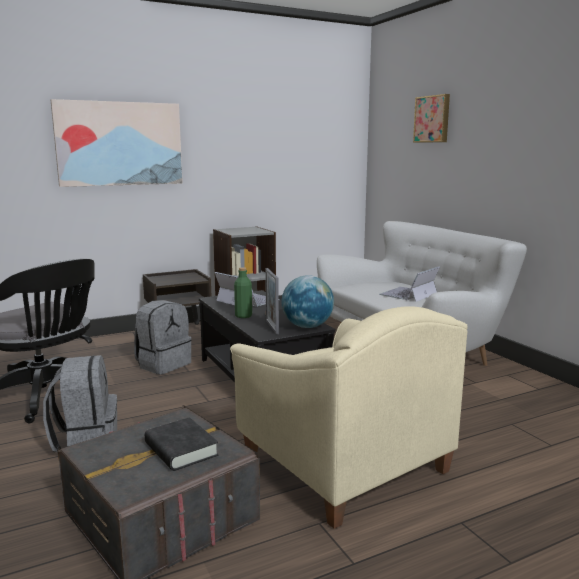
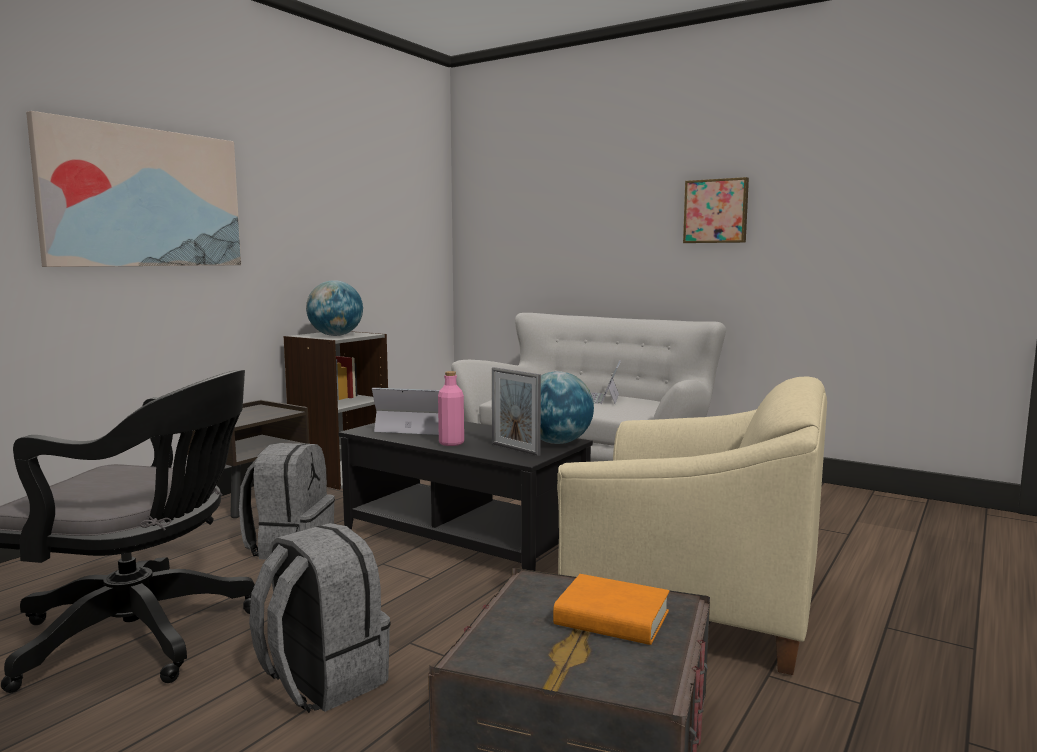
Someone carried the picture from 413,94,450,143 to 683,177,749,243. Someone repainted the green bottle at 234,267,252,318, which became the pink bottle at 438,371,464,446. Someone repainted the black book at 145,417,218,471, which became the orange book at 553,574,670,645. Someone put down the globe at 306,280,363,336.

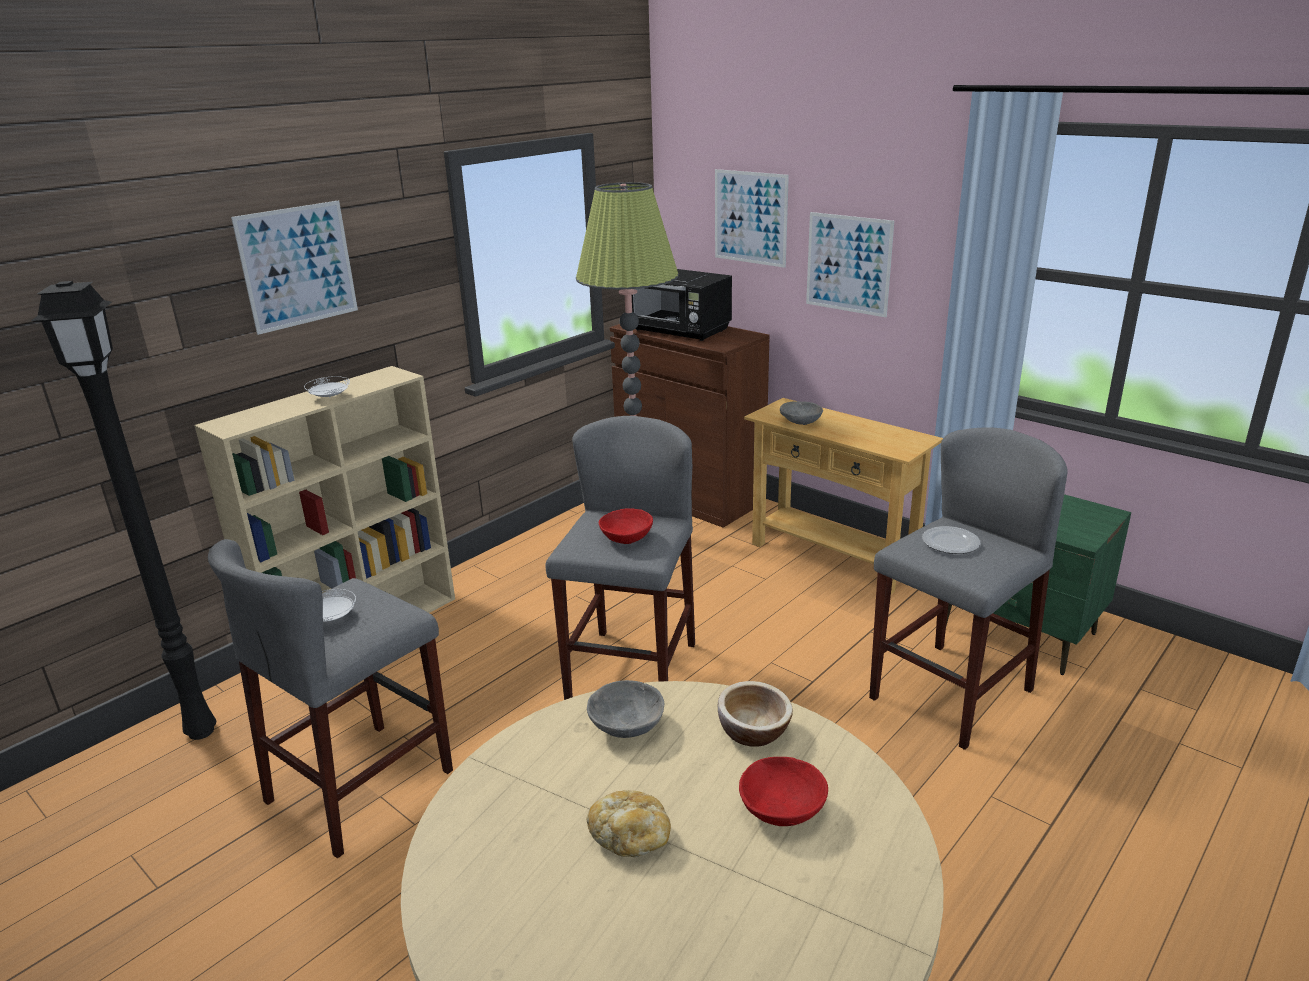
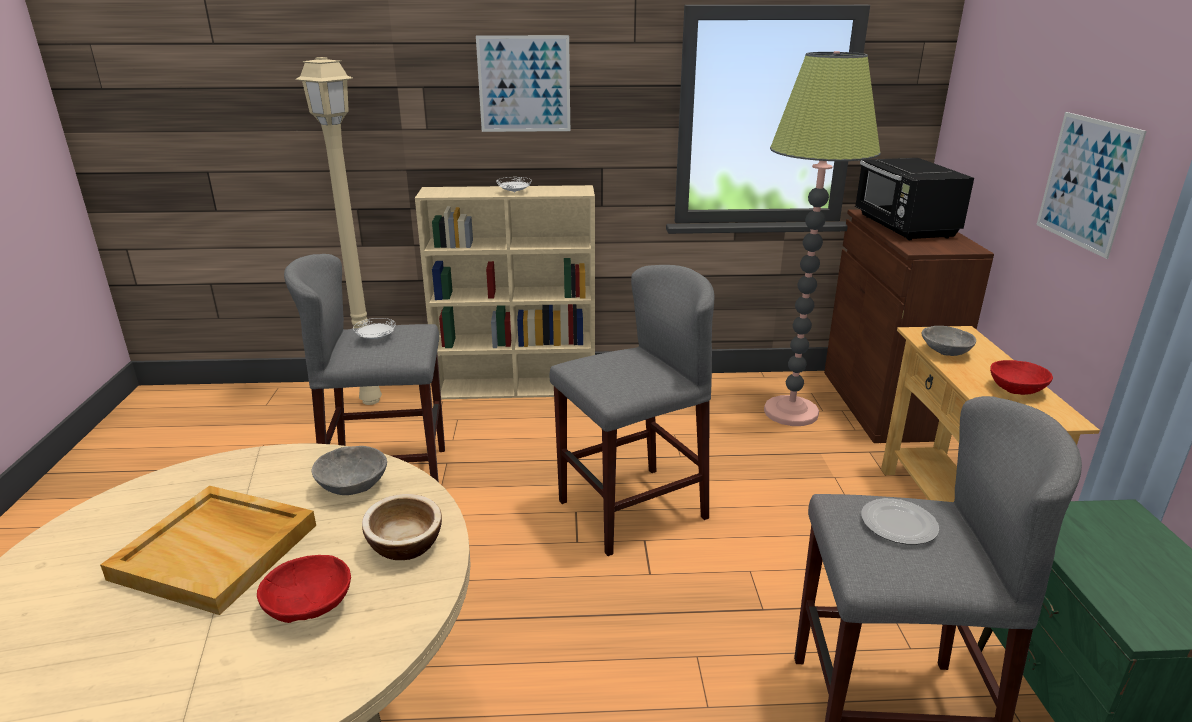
Someone took away the picture at 715,169,789,268. Someone repainted the black floor lamp at 32,281,216,740, which became the beige floor lamp at 296,57,382,405. Someone carried the red bowl from 599,508,653,544 to 990,360,1053,395. Someone swapped the bread at 586,790,671,857 for the beige tray at 100,486,316,615.

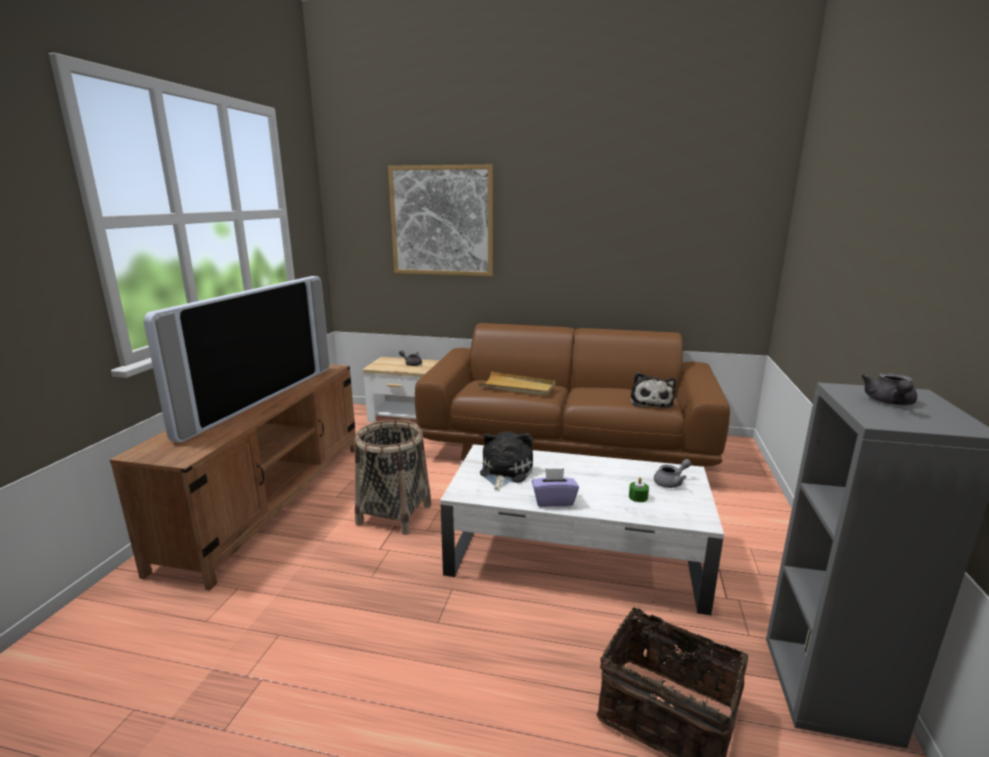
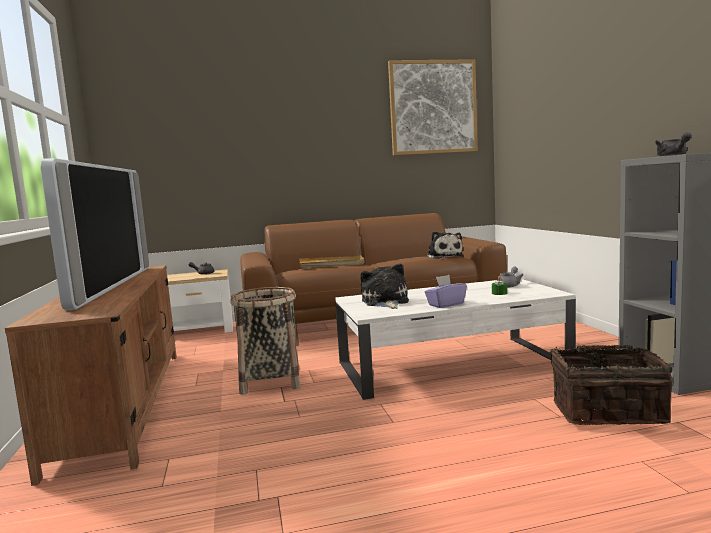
Someone carried the picture from 388,165,493,276 to 388,59,478,155.

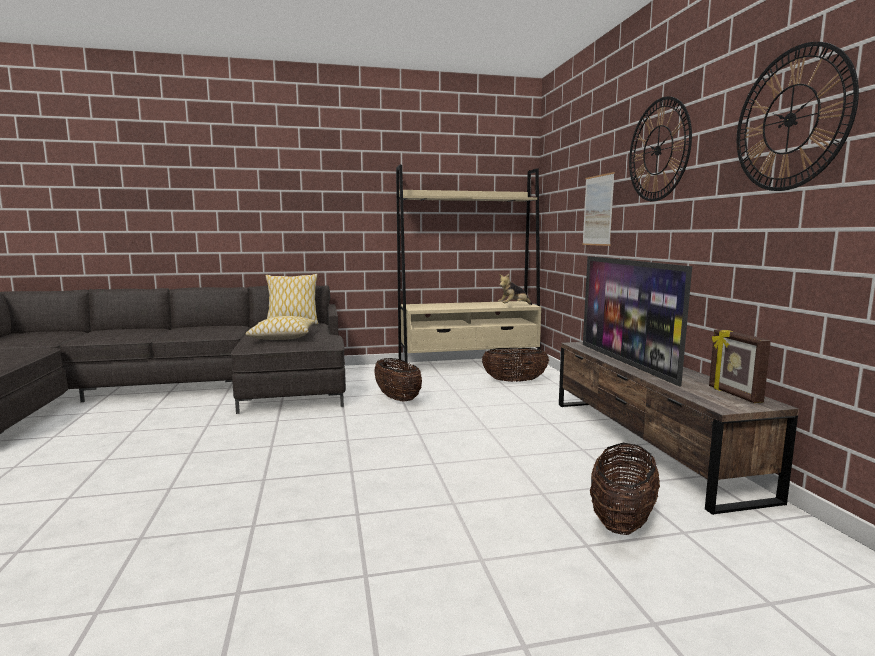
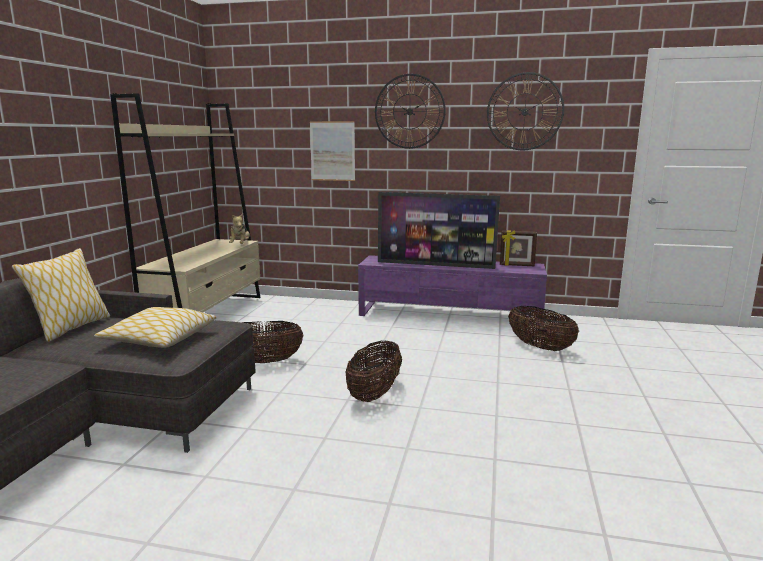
Someone repainted the brown tv stand at 559,342,799,515, which became the purple tv stand at 358,255,547,323. Someone carried the basket from 482,348,549,382 to 345,341,402,402.

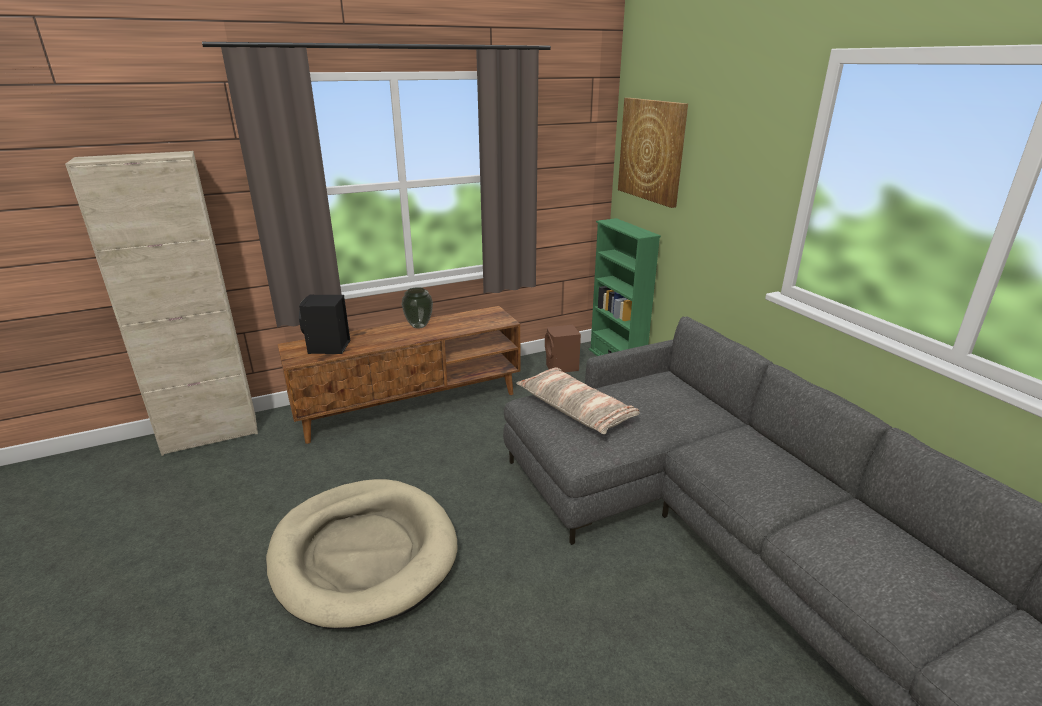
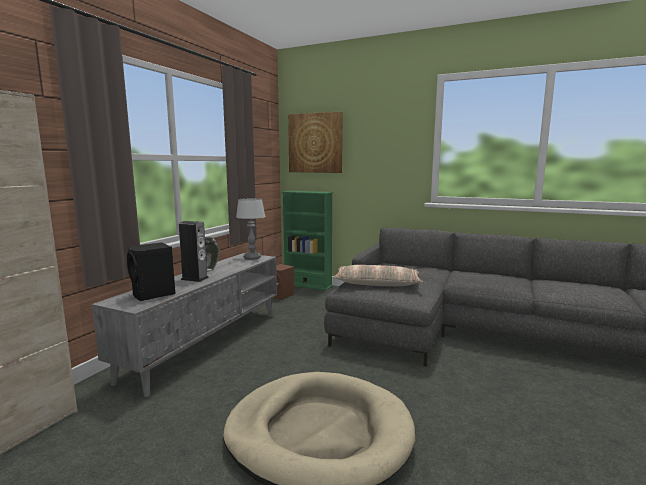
Someone repainted the brown tv stand at 278,306,520,444, which became the grey tv stand at 92,253,277,397. Someone put down the table lamp at 236,198,265,260. Someone put down the speaker at 179,221,209,282.

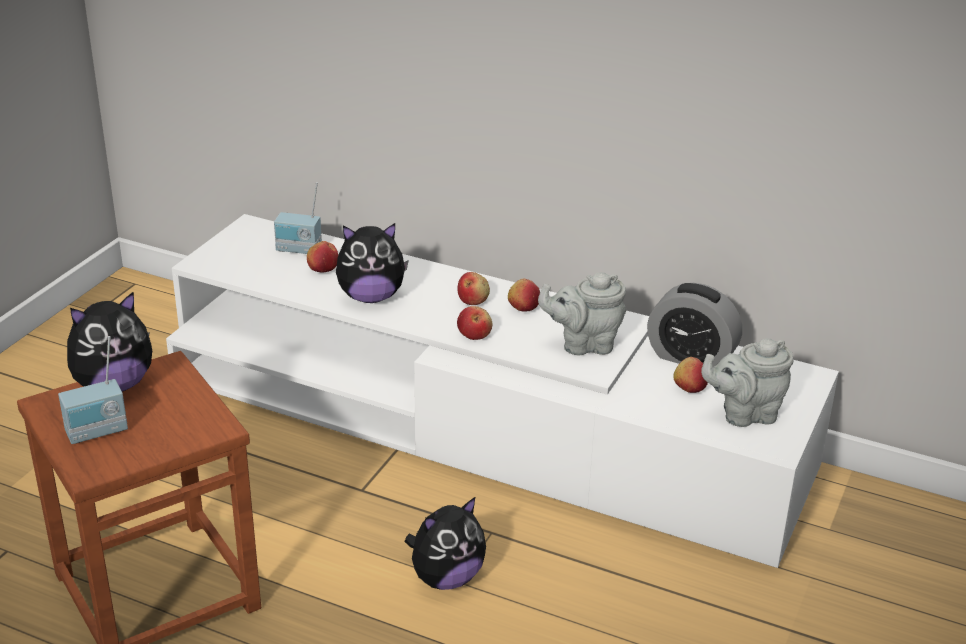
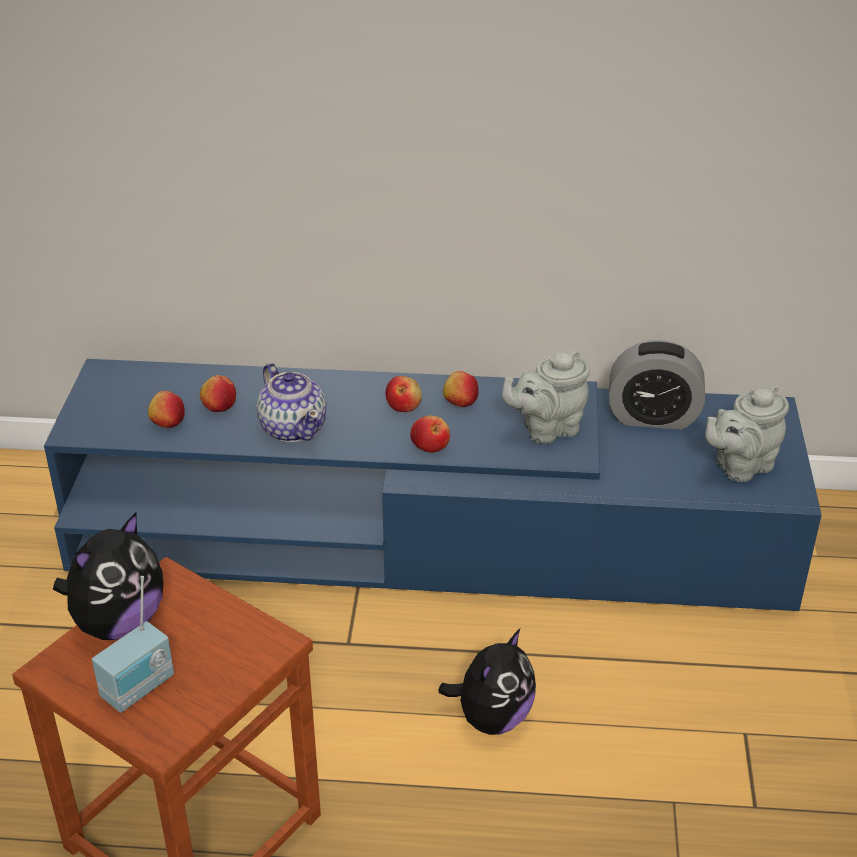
Someone took away the radio at 274,182,322,254. Someone repainted the white tv stand at 166,214,839,568, which became the blue tv stand at 44,359,821,611. Someone swapped the plush toy at 336,223,409,303 for the teapot at 257,363,327,442. Someone carried the apple from 673,357,708,393 to 148,391,185,428.

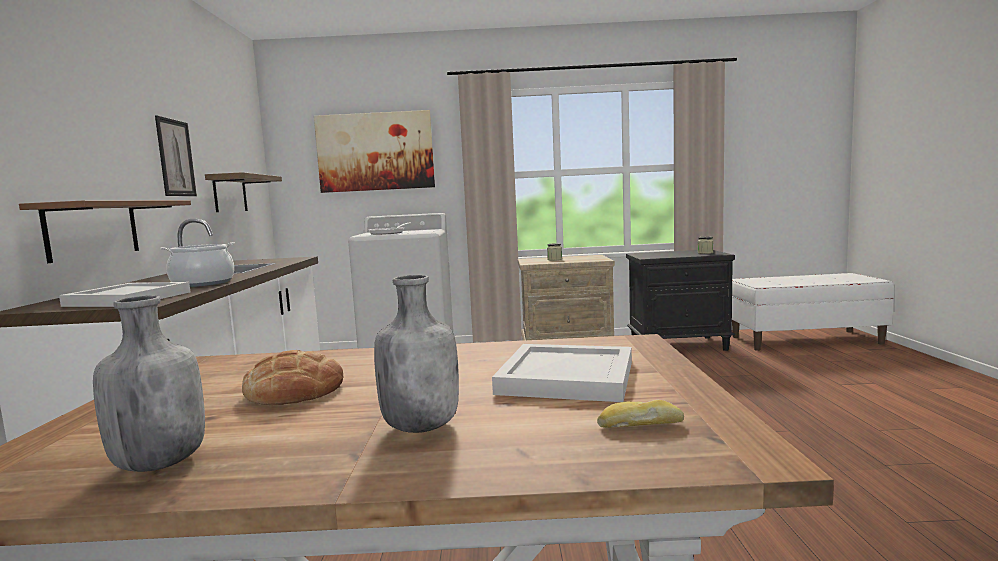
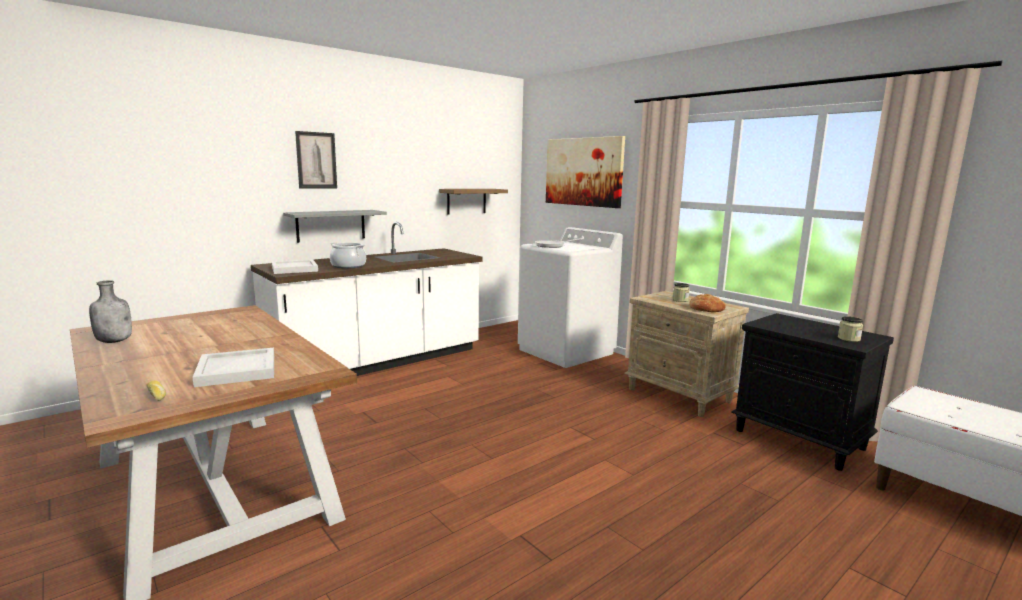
Someone carried the picture from 155,115,197,196 to 295,131,337,189. Someone repainted the brown shelf at 19,200,191,263, which became the grey shelf at 283,210,387,243. Someone took away the grey bottle at 374,275,459,433. Someone carried the bread from 242,350,344,405 to 689,294,726,312.

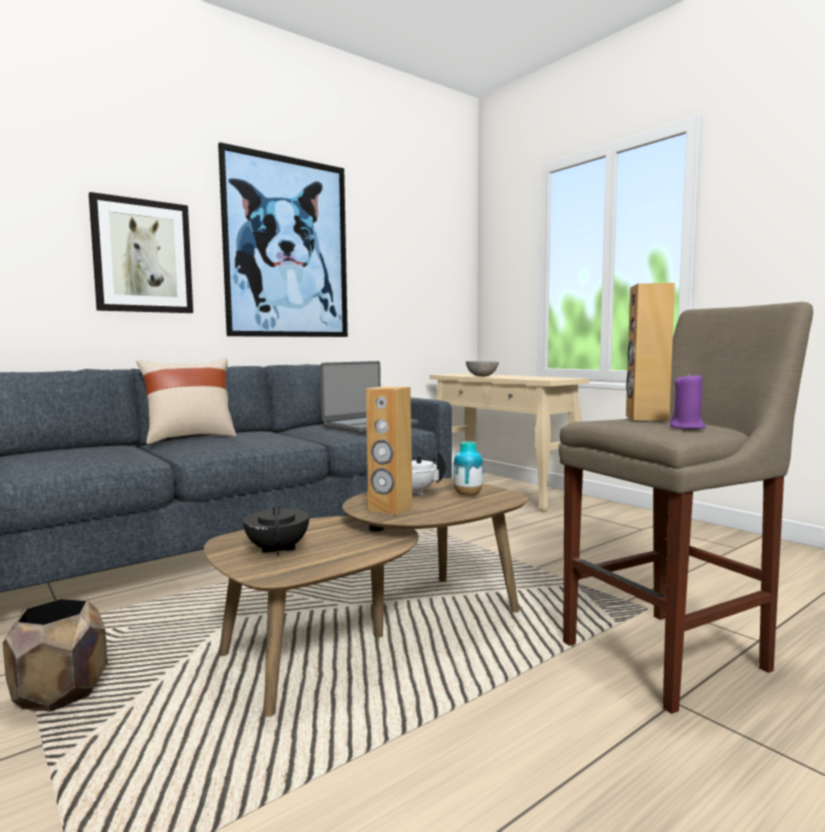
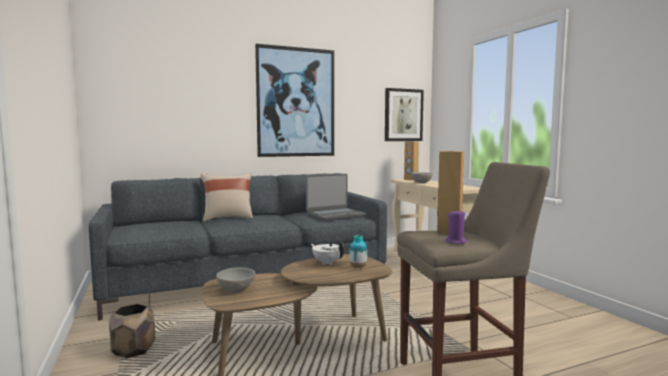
Someone carried the picture from 89,192,193,313 to 385,88,424,141. Someone carried the brown speaker from 366,386,413,515 to 404,141,419,181. Someone swapped the black teapot at 243,503,309,556 for the grey bowl at 216,267,255,293.

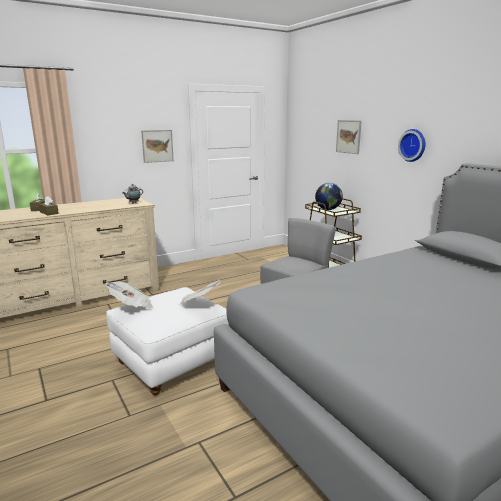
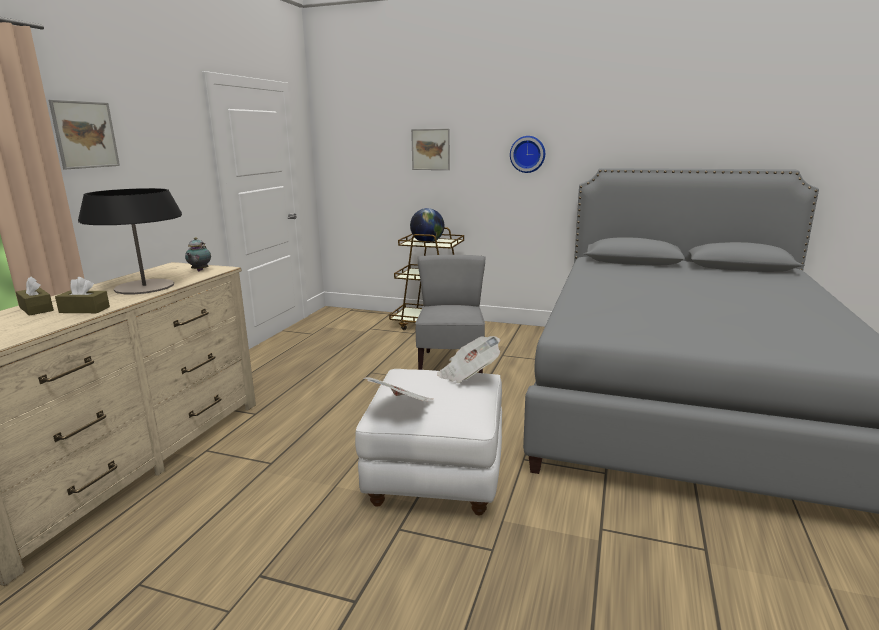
Someone carried the picture from 141,130,174,163 to 48,100,120,170. Someone put down the table lamp at 78,188,182,294.

